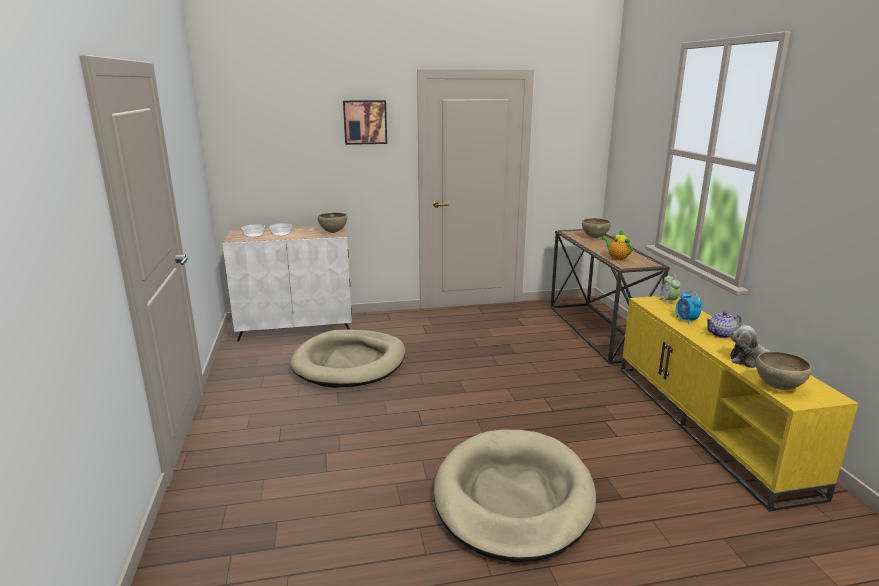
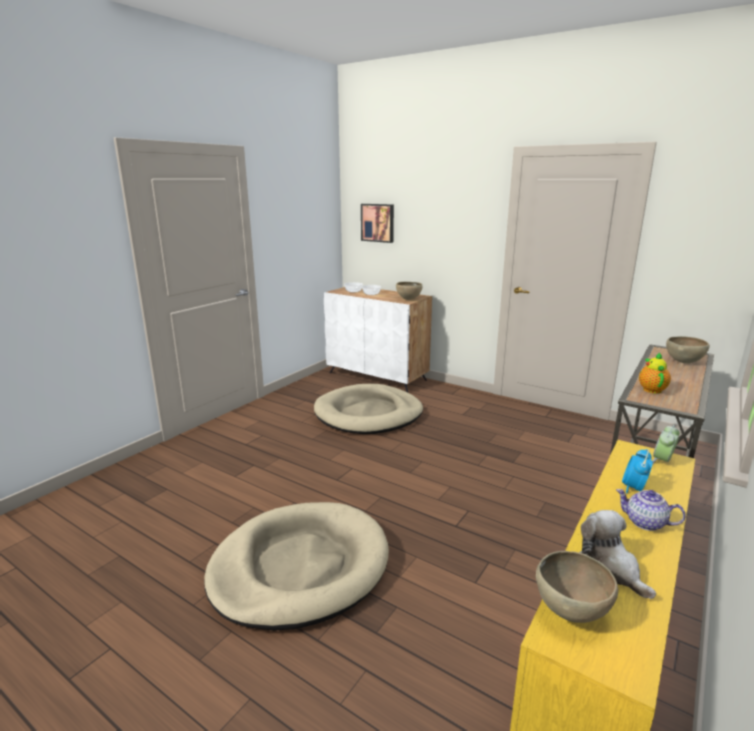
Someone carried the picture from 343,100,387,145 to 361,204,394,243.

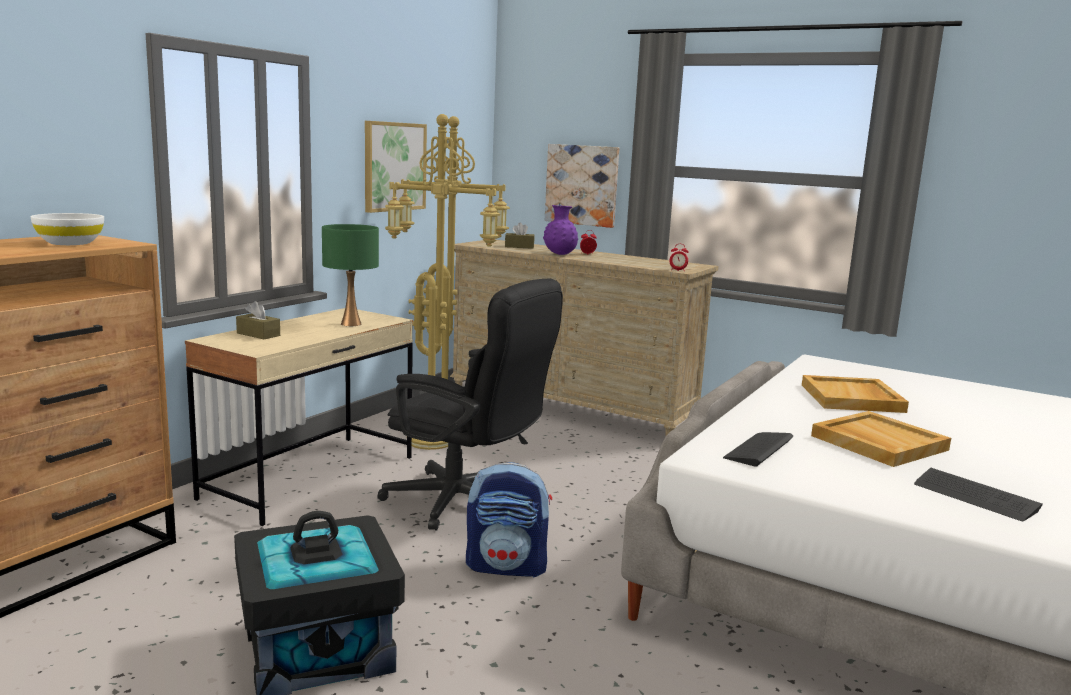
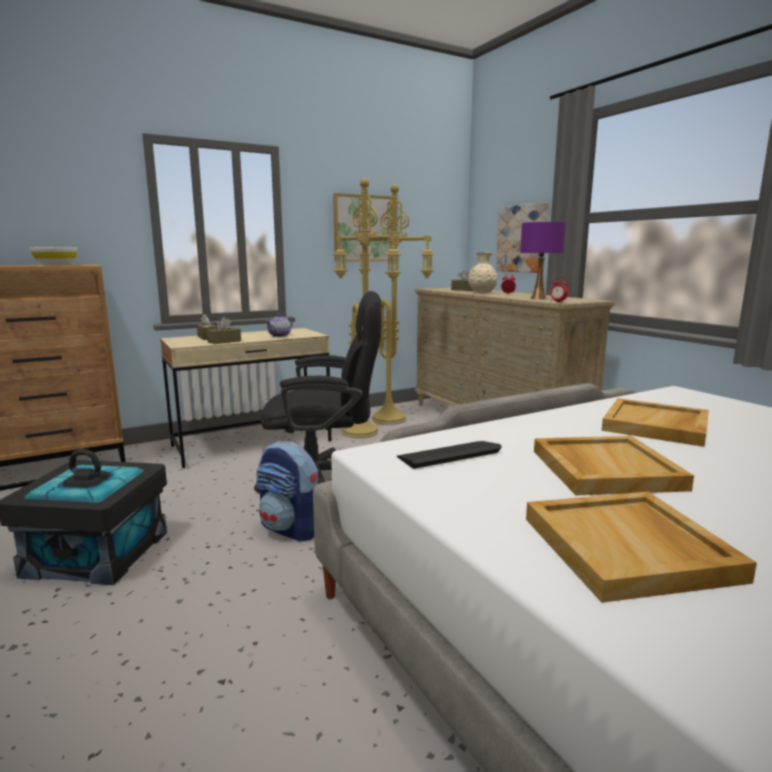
Someone repainted the purple vase at 543,205,578,255, which became the beige vase at 468,252,498,294. Someone swapped the green table lamp at 322,224,379,326 for the teapot at 265,314,293,337. Someone rotated the black office chair at 378,279,563,531 by 60 degrees counterclockwise. Someone swapped the keyboard at 914,468,1043,521 for the beige tray at 526,492,757,603. Someone put down the purple table lamp at 520,222,566,300. Someone put down the brown tissue box at 207,317,241,344.

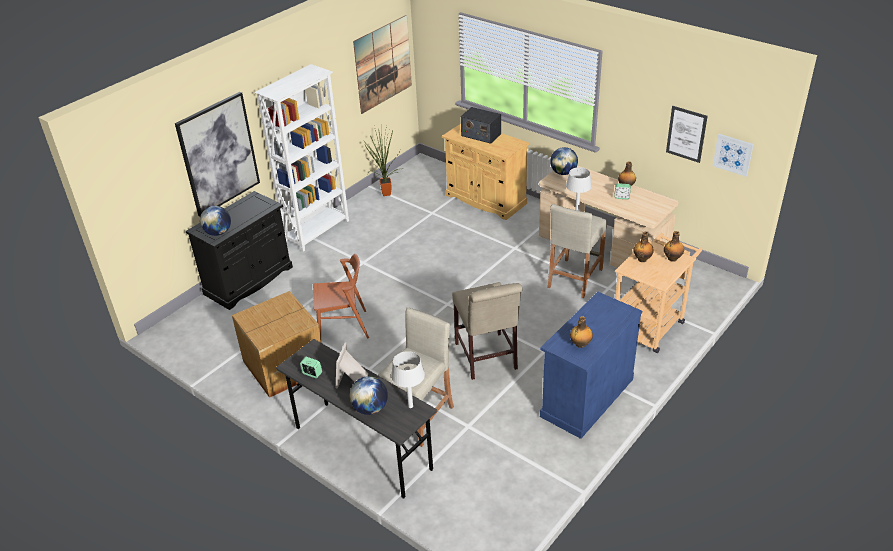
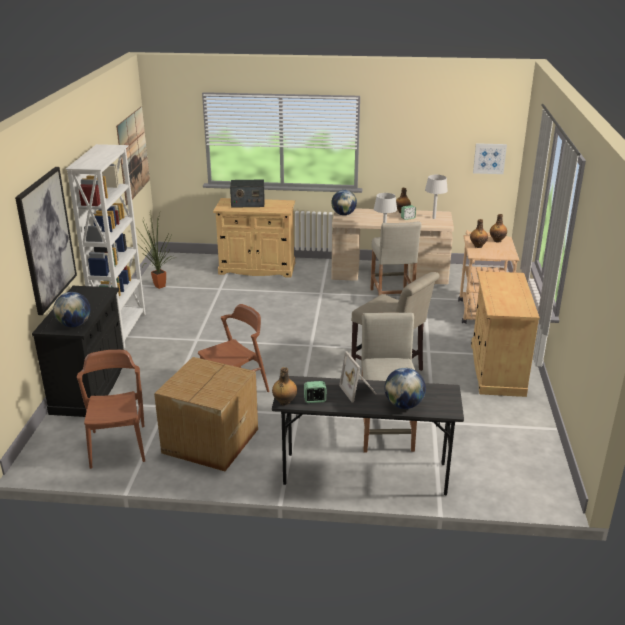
Someone took away the picture at 666,106,708,163. Someone repainted the blue cabinet at 540,292,642,439, which became the beige cabinet at 471,271,540,397. Someone carried the bottle from 570,316,593,348 to 272,367,297,405. Someone carried the grey table lamp from 391,351,425,408 to 425,175,448,219. Someone put down the brown chair at 77,350,145,469.

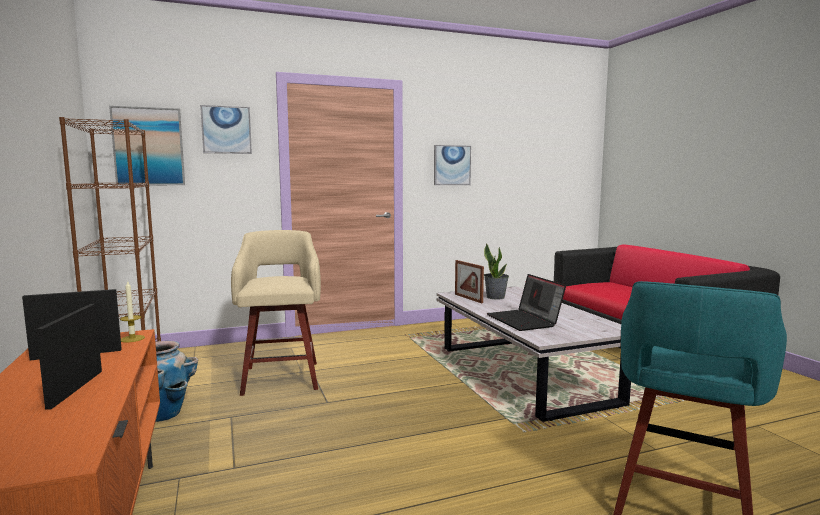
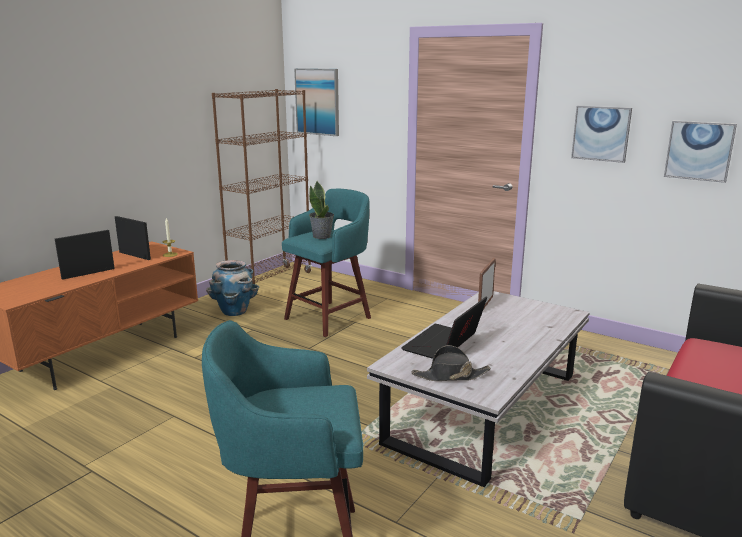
Someone carried the picture from 200,105,252,154 to 664,121,737,183. Someone repainted the beige stool at 231,230,321,396, which became the turquoise stool at 282,189,371,337. Someone carried the potted plant from 484,243,509,300 to 309,181,334,239. Someone put down the black hat at 411,345,491,381.

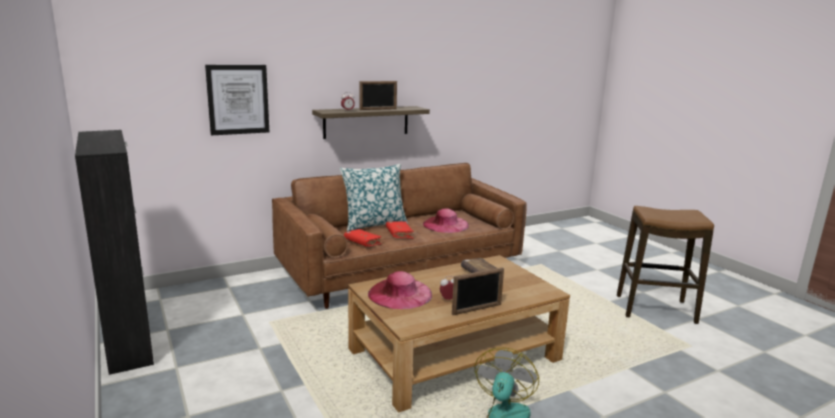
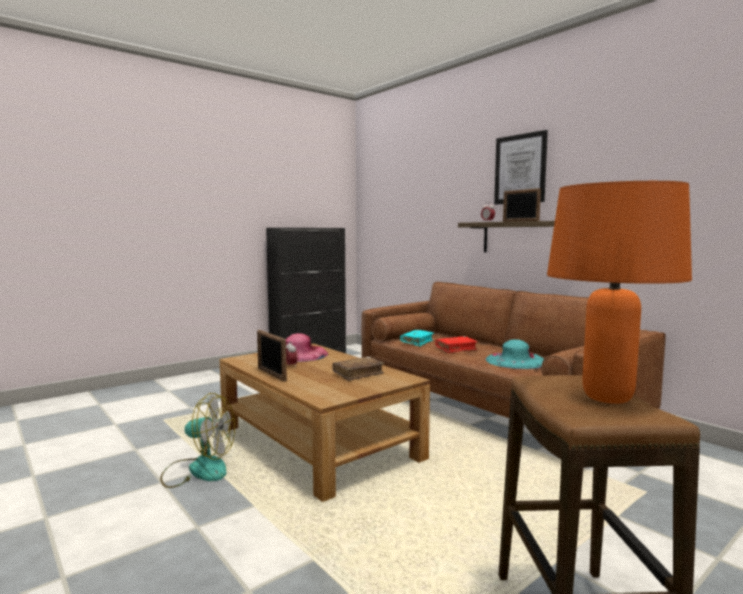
Someone carried the picture from 205,65,269,135 to 494,130,548,204. Someone took away the pillow at 340,164,408,232. Someone repainted the pink hat at 423,208,469,233, which became the turquoise hat at 485,339,544,369. Someone repainted the red book at 344,229,382,247, which became the turquoise book at 400,330,434,346. Someone put down the orange table lamp at 547,181,692,404.

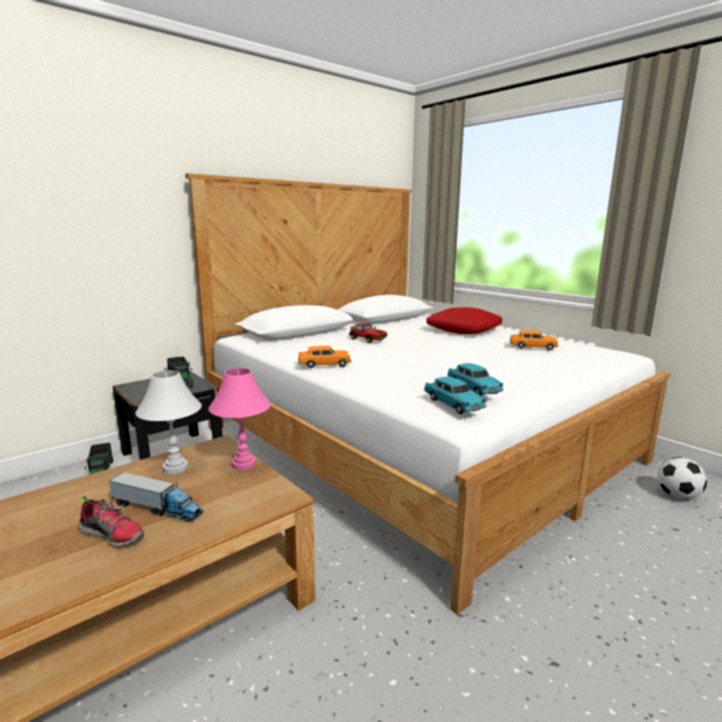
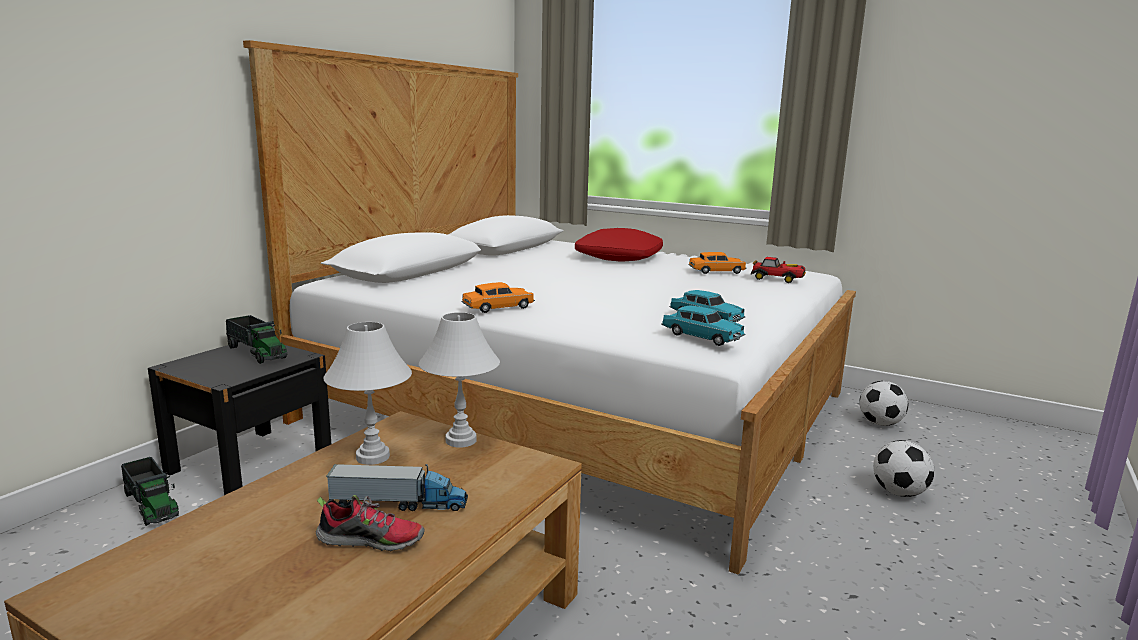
Someone carried the toy car from 349,323,387,343 to 751,257,806,283. Someone repainted the pink table lamp at 209,368,271,470, which became the white table lamp at 419,312,500,448. Someone put down the football at 873,440,935,497.

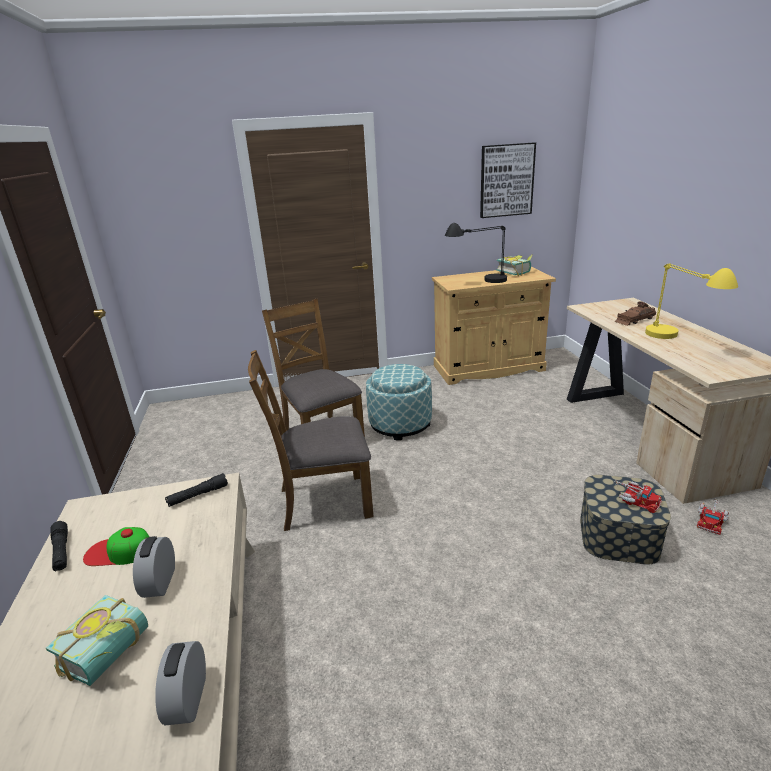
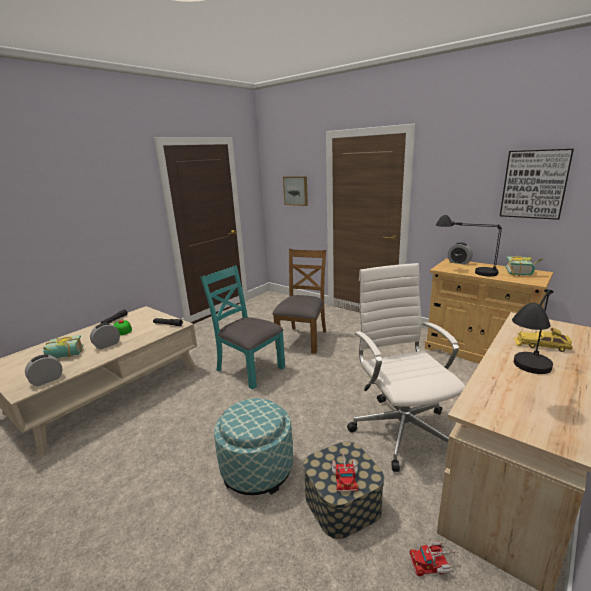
Someone repainted the yellow table lamp at 645,263,738,339, which became the black table lamp at 512,289,554,374. Someone repainted the brown toy car at 615,301,656,326, which became the yellow toy car at 514,327,573,352. Someone repainted the brown chair at 248,350,374,531, which became the turquoise chair at 200,265,285,389. Someone carried the ottoman from 366,364,432,440 to 214,398,293,495. Someone put up the picture at 283,177,308,206. Someone put down the alarm clock at 448,242,473,265. Someone put down the white office chair at 347,263,465,472.

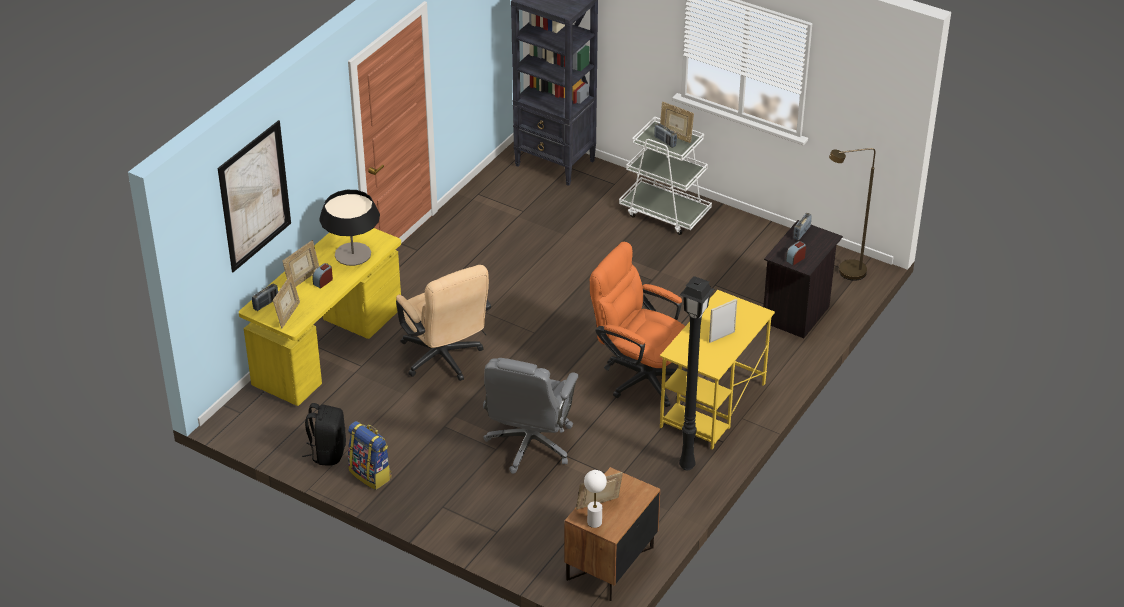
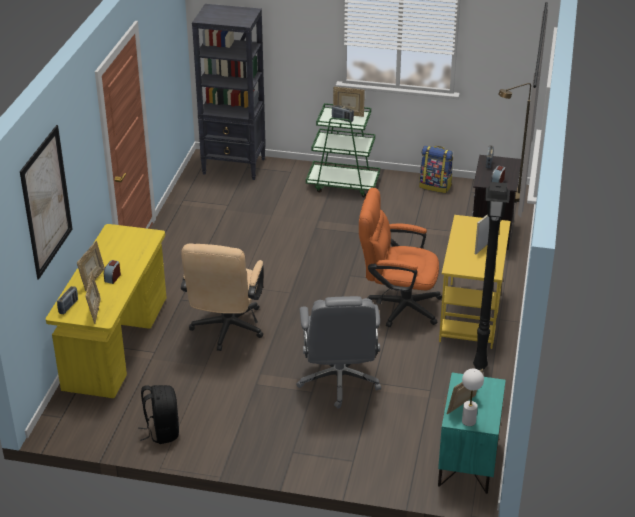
Someone repainted the white cart at 619,116,712,235, which became the green cart at 306,103,380,197. Someone took away the table lamp at 319,190,380,266. Someone rotated the beige office chair at 396,265,491,381 by 60 degrees clockwise. Someone carried the backpack from 348,421,392,490 to 419,146,453,193. Someone repainted the brown nightstand at 565,467,660,601, which became the turquoise nightstand at 438,373,506,494.

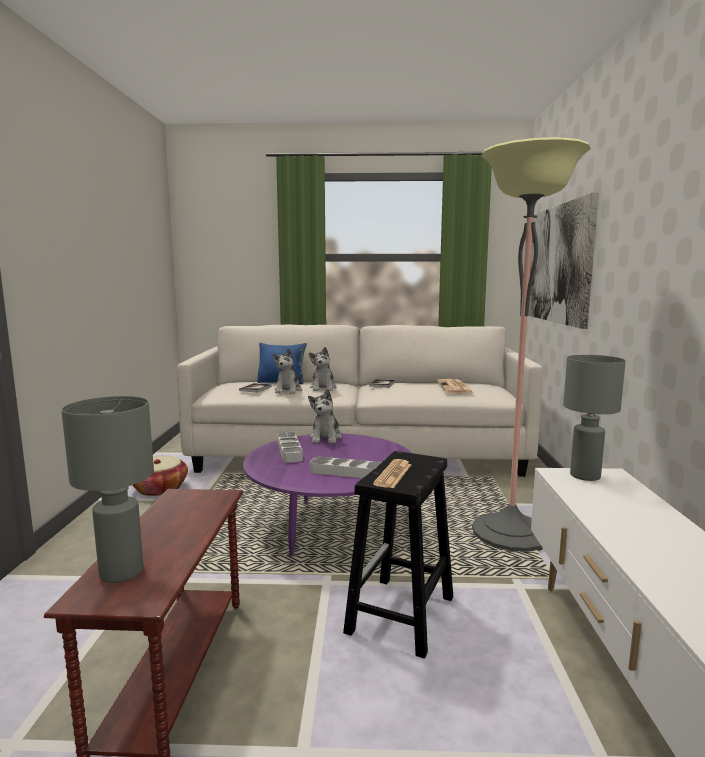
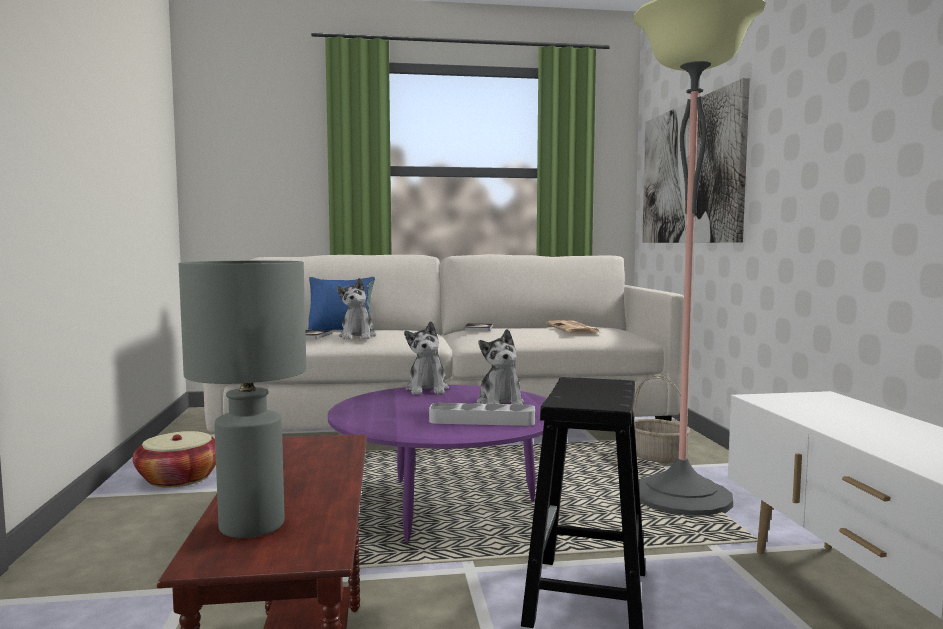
Someone carried the plush toy from 309,347,336,391 to 477,329,524,405. Someone took away the grey table lamp at 563,355,626,481. Someone took away the grey tray at 277,432,303,463. Someone took away the newspaper at 373,459,411,488. Someone put down the basket at 633,375,690,463.

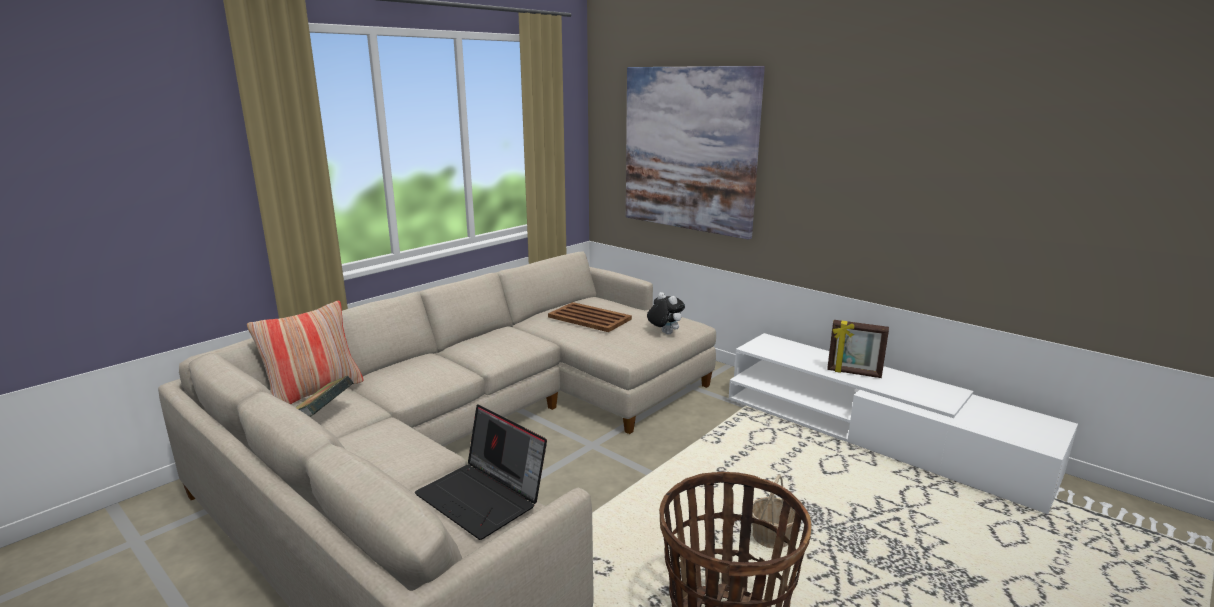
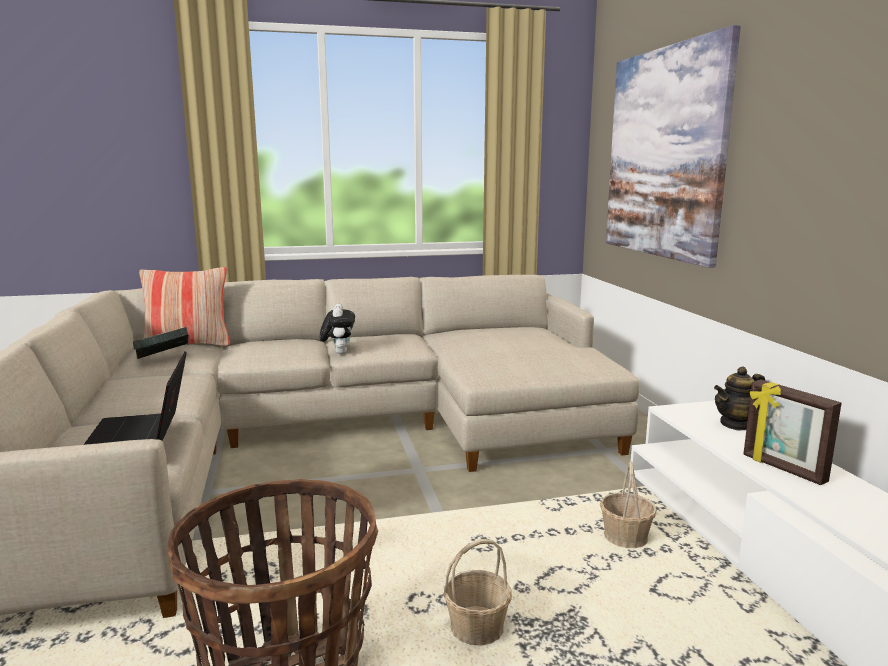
Someone carried the plush toy from 647,292,685,335 to 320,304,355,354. Someone took away the brown tray at 548,302,632,332. Someone put down the teapot at 714,366,765,430. Someone put down the basket at 600,462,657,548.

